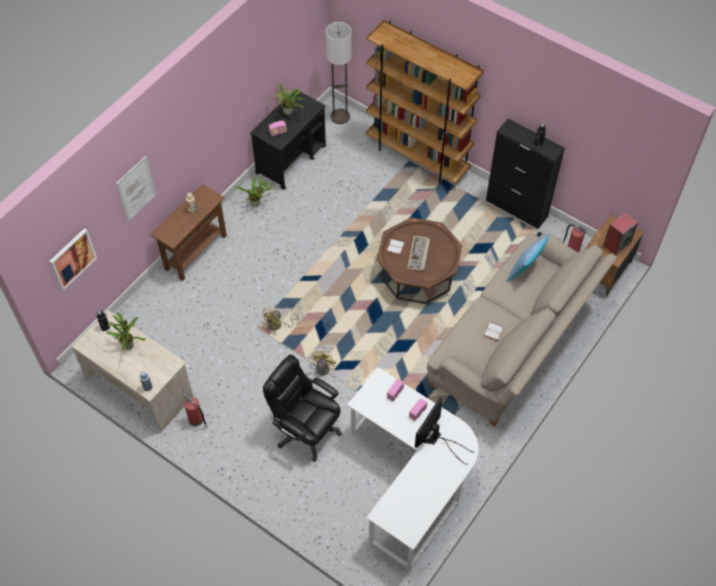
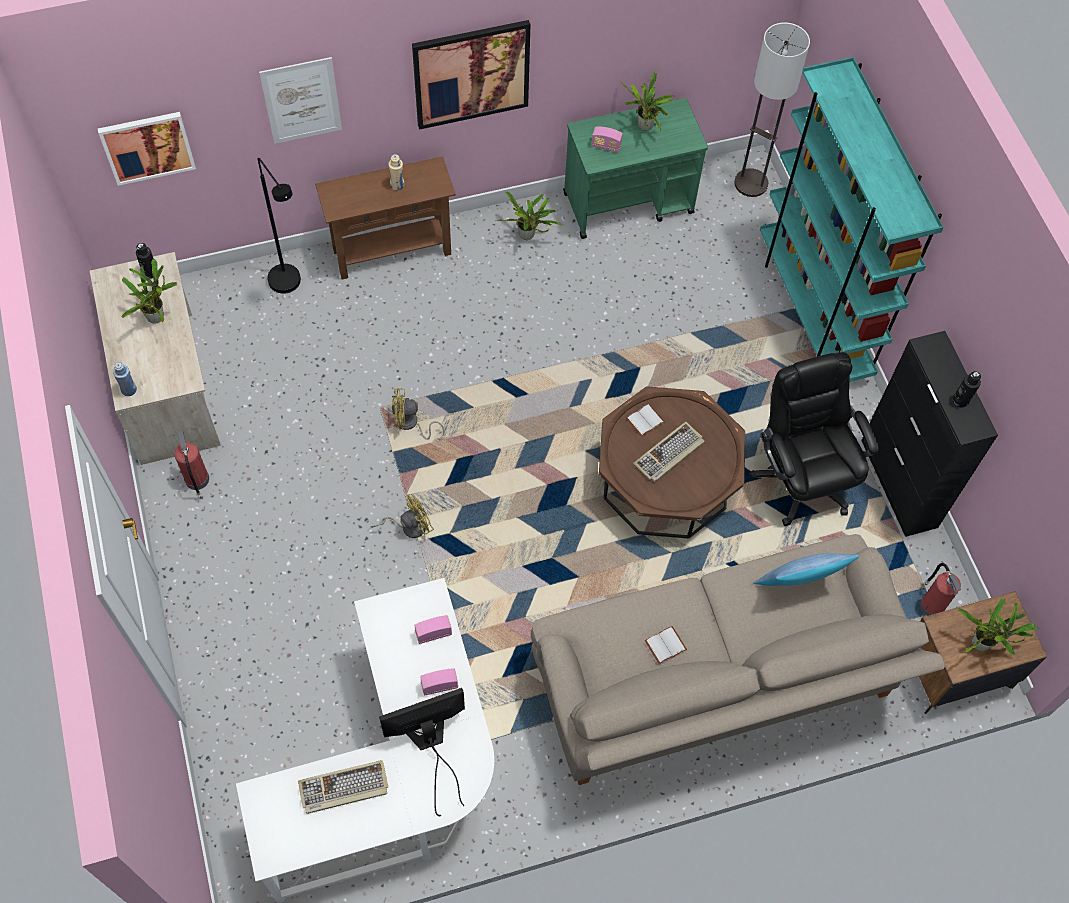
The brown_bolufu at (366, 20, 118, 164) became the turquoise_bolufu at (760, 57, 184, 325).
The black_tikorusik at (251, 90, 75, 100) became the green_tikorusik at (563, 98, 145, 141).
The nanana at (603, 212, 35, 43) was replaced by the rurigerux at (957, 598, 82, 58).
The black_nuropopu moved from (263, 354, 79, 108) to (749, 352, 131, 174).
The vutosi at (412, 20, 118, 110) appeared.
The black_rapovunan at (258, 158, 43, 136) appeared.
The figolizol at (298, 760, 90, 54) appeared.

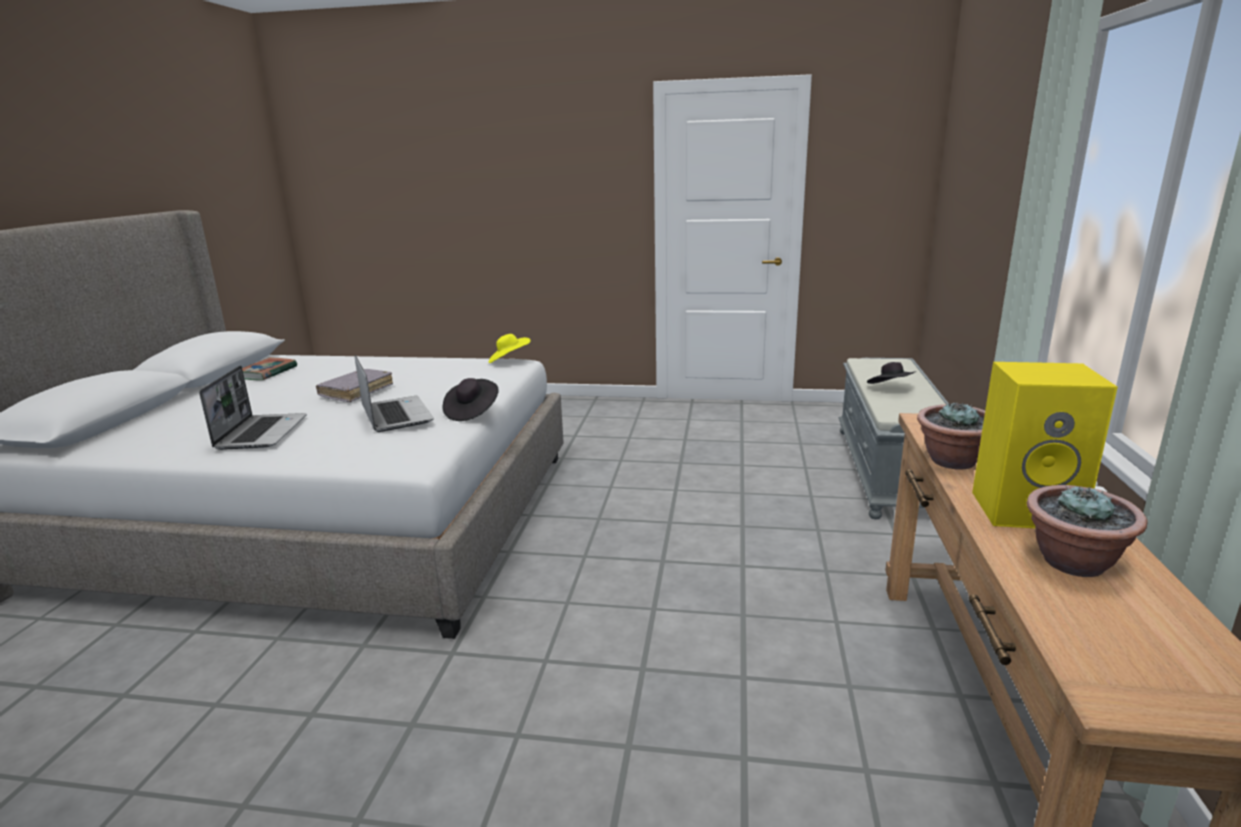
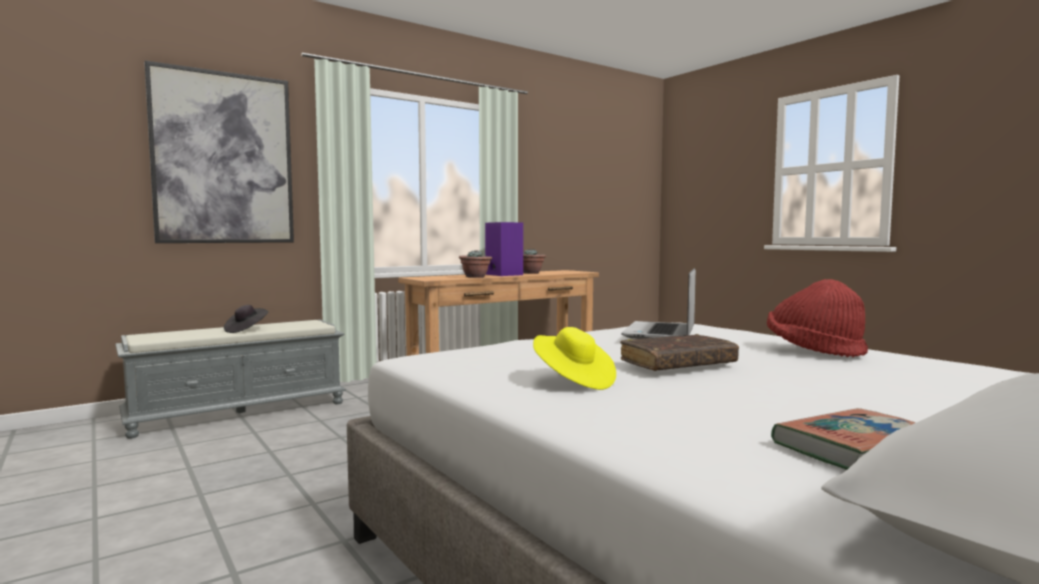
The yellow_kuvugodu moved from (488, 334, 43, 29) to (533, 327, 83, 63).
The yellow_nanana at (972, 362, 146, 166) became the purple_nanana at (485, 222, 38, 54).
The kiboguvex at (199, 366, 108, 84) was replaced by the red_kuvugodu at (767, 279, 101, 78).
The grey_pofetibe at (316, 369, 77, 33) became the brown_pofetibe at (620, 334, 119, 37).
The black_kuvugodu at (442, 378, 57, 43) disappeared.
The vutosi at (144, 60, 150, 183) appeared.

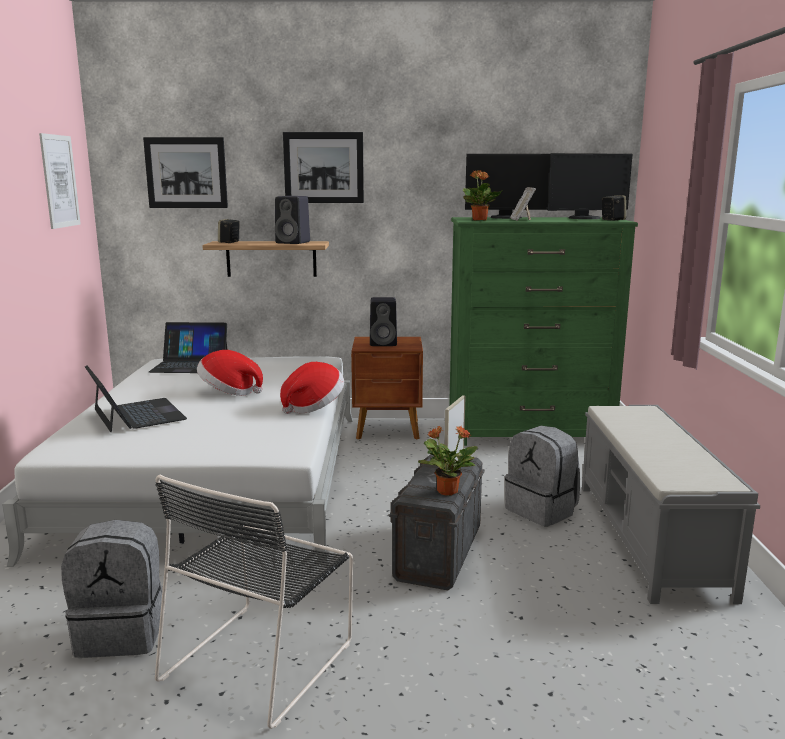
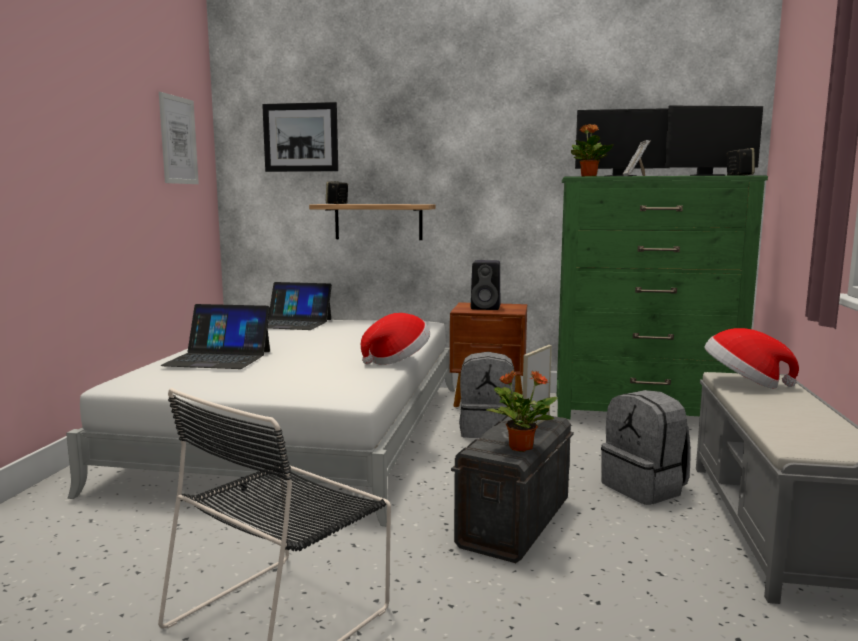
The vutosi at (283, 132, 81, 71) disappeared.
The black_nanana at (275, 196, 35, 48) disappeared.
The kuvugodu moved from (197, 350, 66, 46) to (704, 328, 95, 61).
The kiboguvex at (85, 366, 102, 67) turned 120 degrees clockwise.
The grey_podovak moved from (61, 520, 104, 138) to (459, 352, 56, 86).

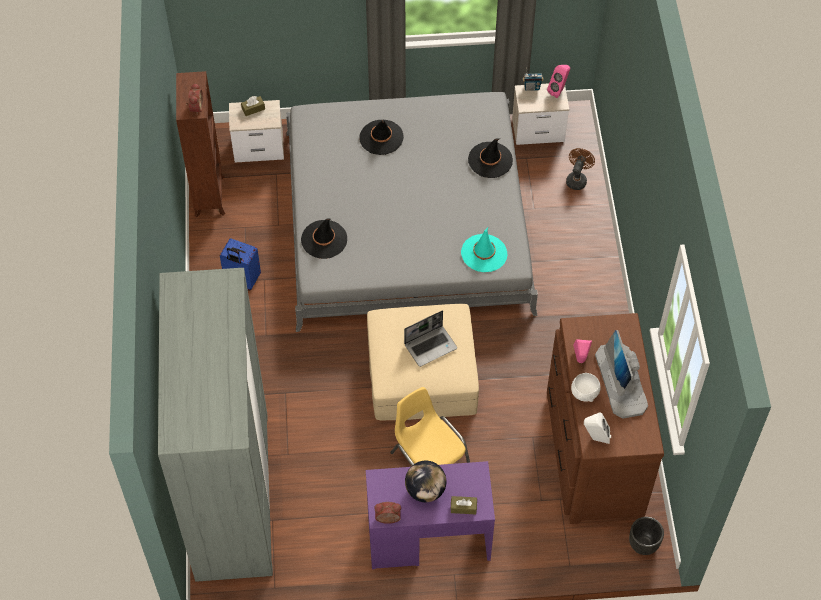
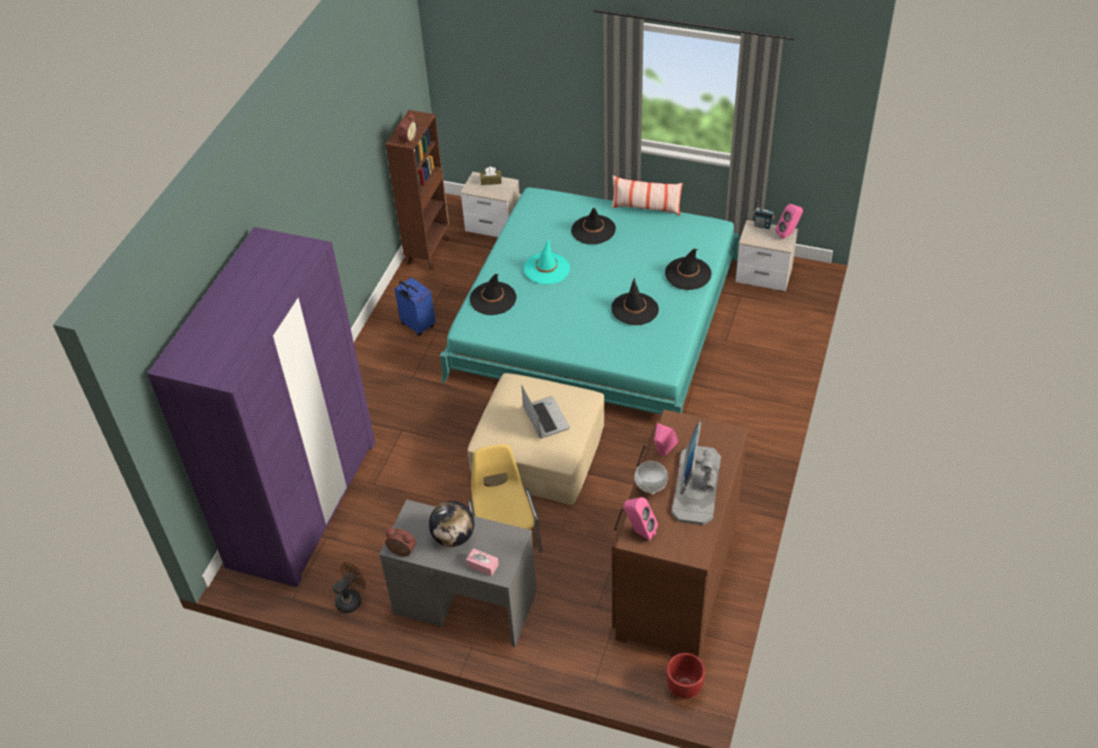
The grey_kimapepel at (286, 92, 252, 240) became the turquoise_kimapepel at (440, 187, 300, 227).
The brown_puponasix moved from (566, 148, 29, 42) to (332, 562, 34, 51).
The turquoise_kuvugodu moved from (461, 227, 46, 45) to (524, 239, 46, 45).
The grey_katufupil at (158, 268, 115, 314) became the purple_katufupil at (147, 227, 228, 360).
The kiboguvex at (404, 310, 53, 57) turned 105 degrees counterclockwise.
The white_nanana at (584, 412, 27, 32) became the pink_nanana at (624, 497, 34, 43).
The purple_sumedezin at (366, 461, 129, 108) became the grey_sumedezin at (379, 500, 158, 147).
The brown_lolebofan at (451, 496, 26, 18) became the pink_lolebofan at (466, 548, 33, 28).
The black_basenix at (629, 517, 35, 38) became the red_basenix at (666, 653, 39, 46).
The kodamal at (611, 175, 72, 40) appeared.
The black_kuvugodu at (611, 278, 48, 47) appeared.

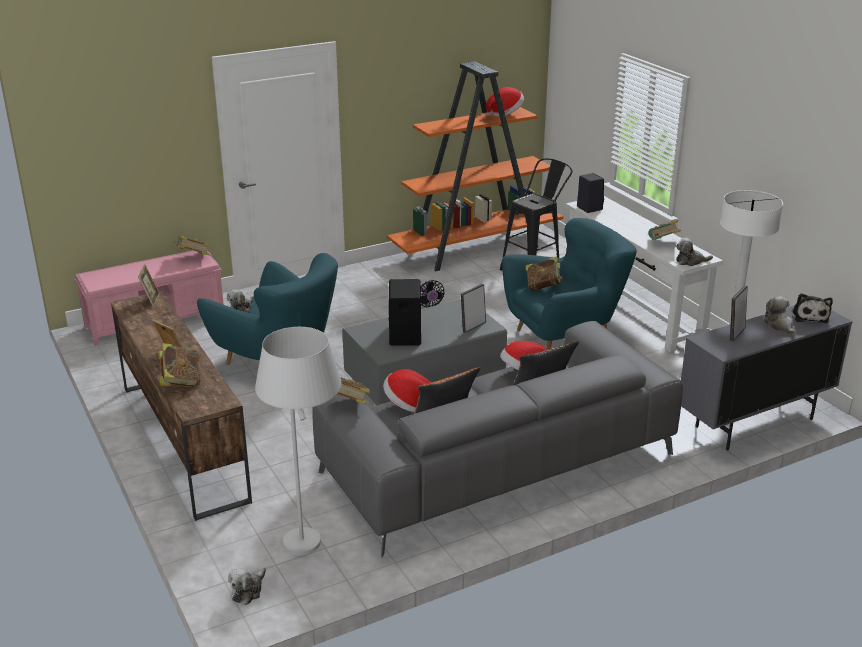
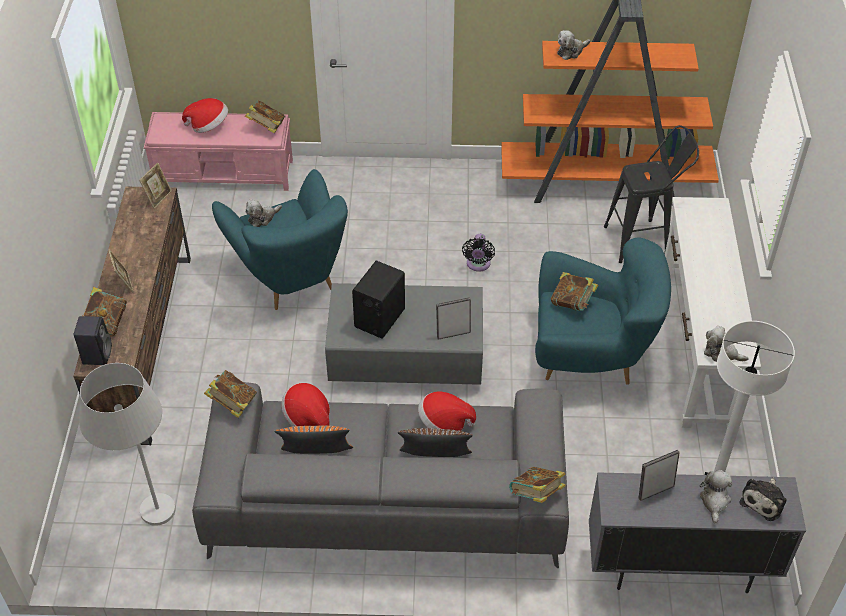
The kuvugodu moved from (486, 87, 38, 30) to (182, 98, 46, 35).
The black_nanana moved from (577, 173, 27, 40) to (74, 316, 38, 49).
The pofetibe moved from (648, 220, 33, 20) to (509, 467, 57, 36).
The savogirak moved from (228, 568, 38, 37) to (557, 30, 33, 30).

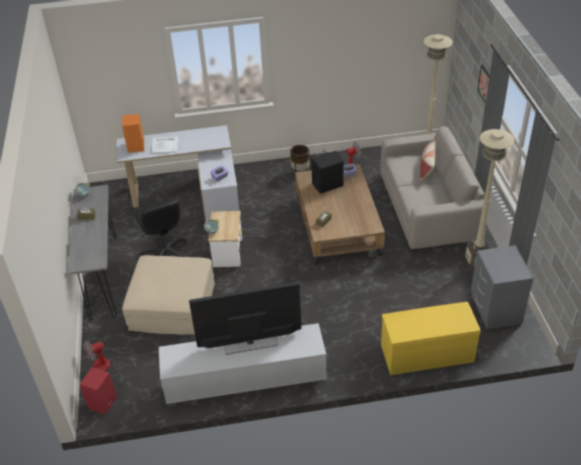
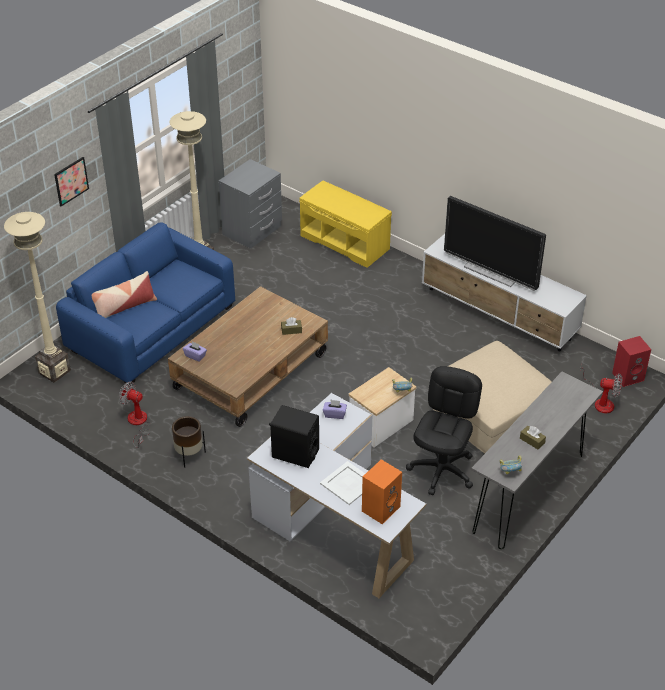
The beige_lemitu at (380, 126, 105, 125) became the blue_lemitu at (56, 223, 179, 163).
The black_nanana moved from (311, 151, 33, 43) to (269, 405, 50, 63).

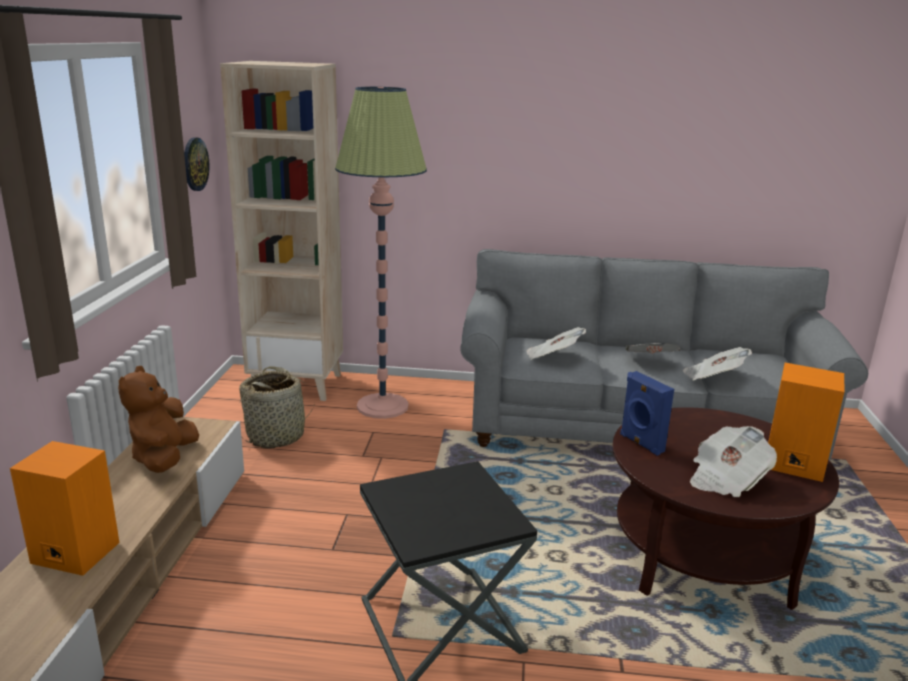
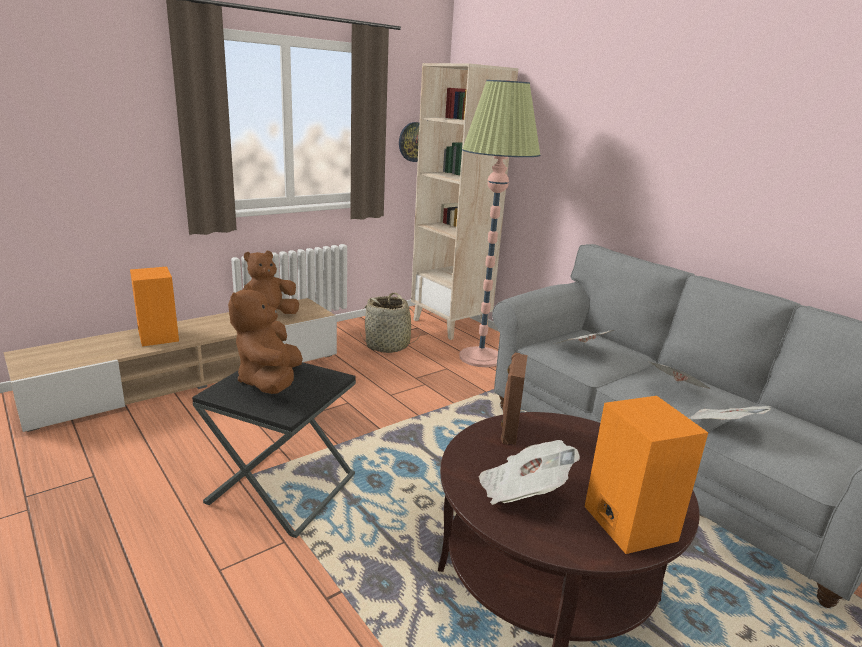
The blue_nanana at (620, 371, 54, 85) became the brown_nanana at (501, 353, 27, 92).
The brown_savogirak at (228, 284, 75, 110) appeared.

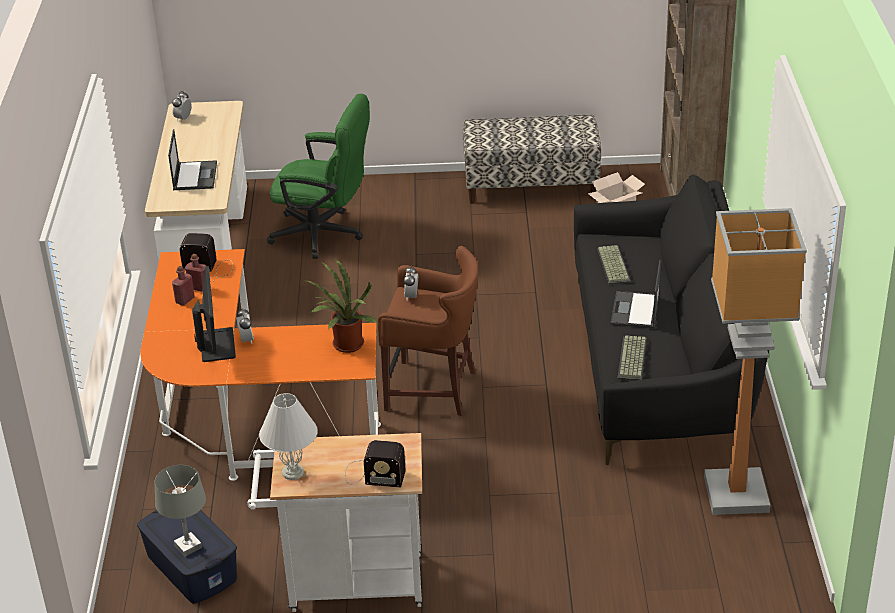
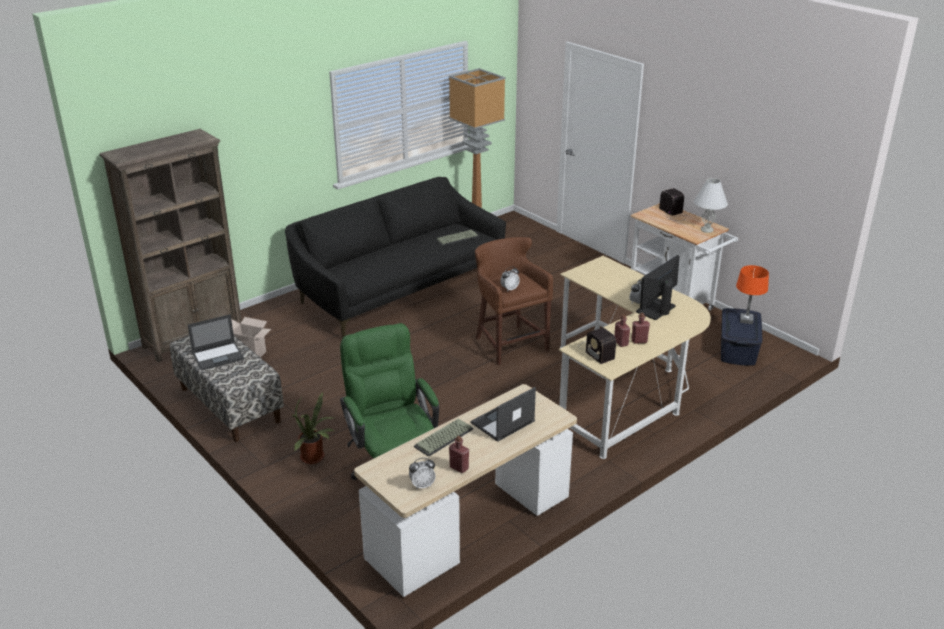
The figolizol moved from (597, 245, 34, 40) to (414, 418, 59, 39).
The orange_sumedezin at (140, 249, 241, 232) became the beige_sumedezin at (559, 256, 152, 203).
The rurigerux moved from (306, 258, 71, 95) to (292, 392, 42, 72).
The kiboguvex moved from (611, 260, 50, 68) to (188, 314, 56, 56).
The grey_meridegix at (155, 465, 51, 92) became the orange_meridegix at (736, 265, 33, 59).
The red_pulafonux at (449, 436, 20, 37) appeared.

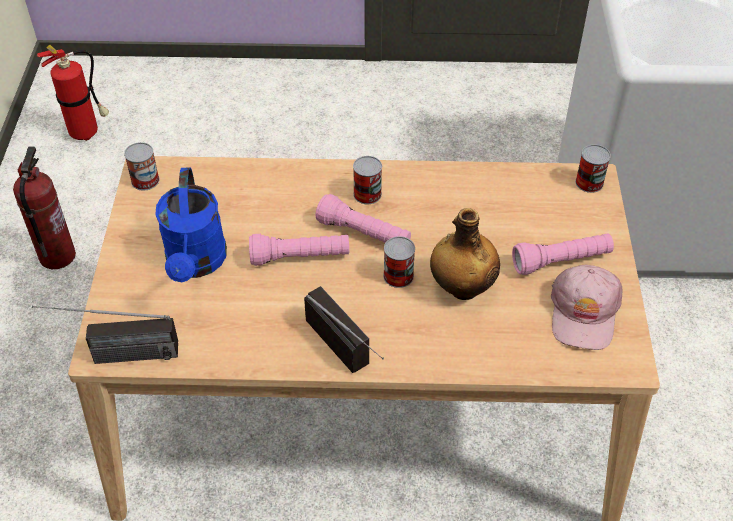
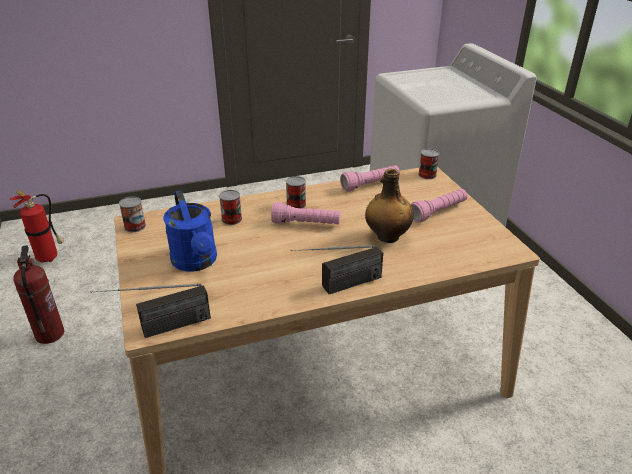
The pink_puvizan moved from (249, 234, 100, 32) to (340, 165, 60, 27).
The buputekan moved from (383, 236, 32, 52) to (219, 190, 23, 35).
The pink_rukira at (551, 265, 72, 85) disappeared.
The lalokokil at (304, 286, 80, 87) turned 120 degrees clockwise.

